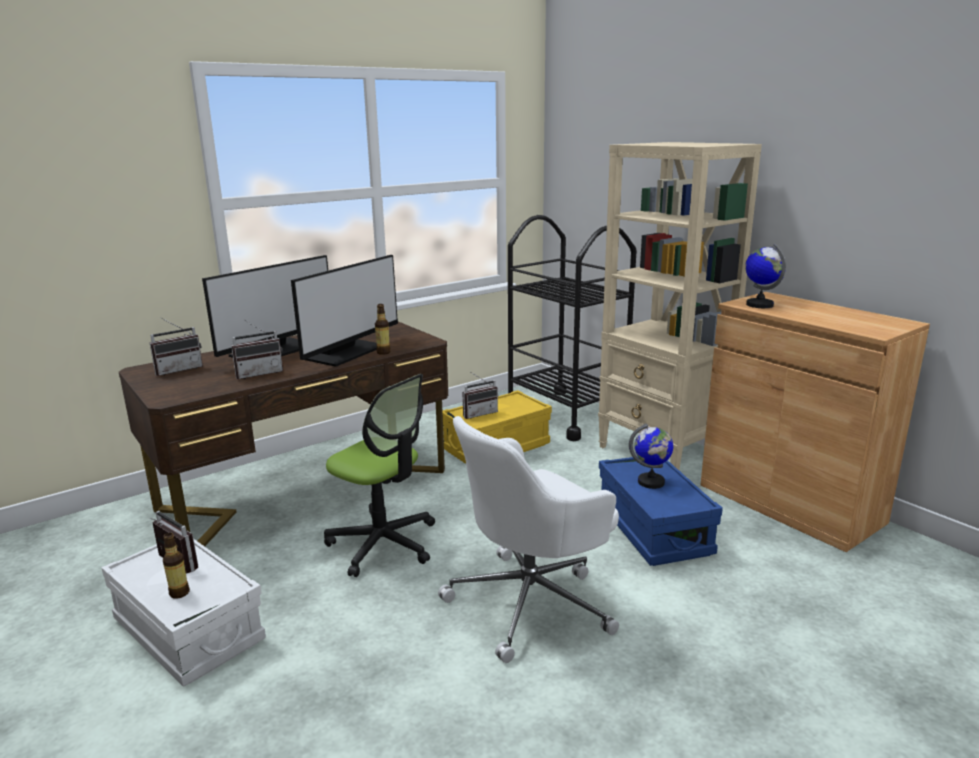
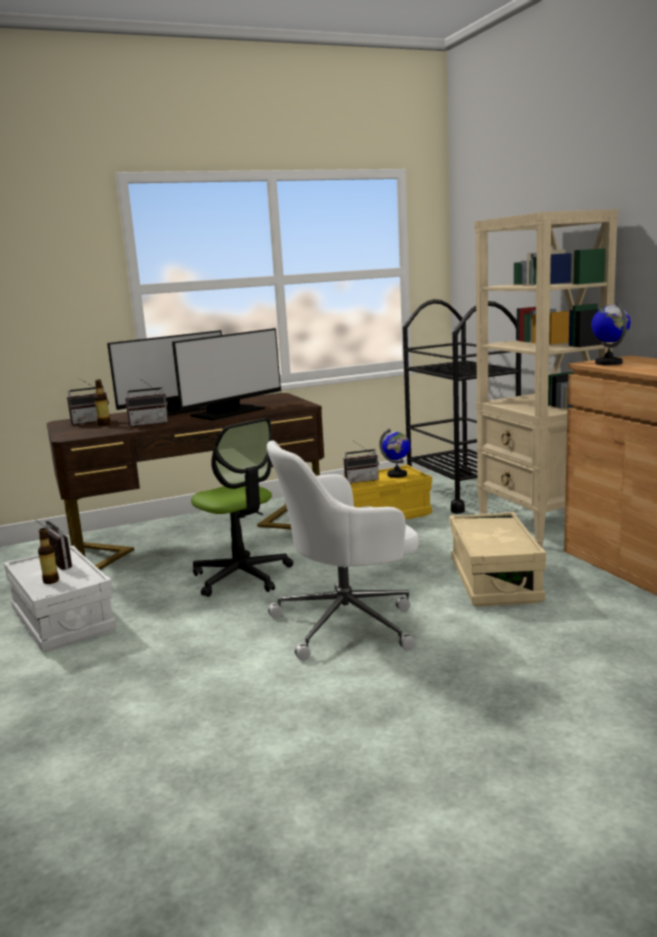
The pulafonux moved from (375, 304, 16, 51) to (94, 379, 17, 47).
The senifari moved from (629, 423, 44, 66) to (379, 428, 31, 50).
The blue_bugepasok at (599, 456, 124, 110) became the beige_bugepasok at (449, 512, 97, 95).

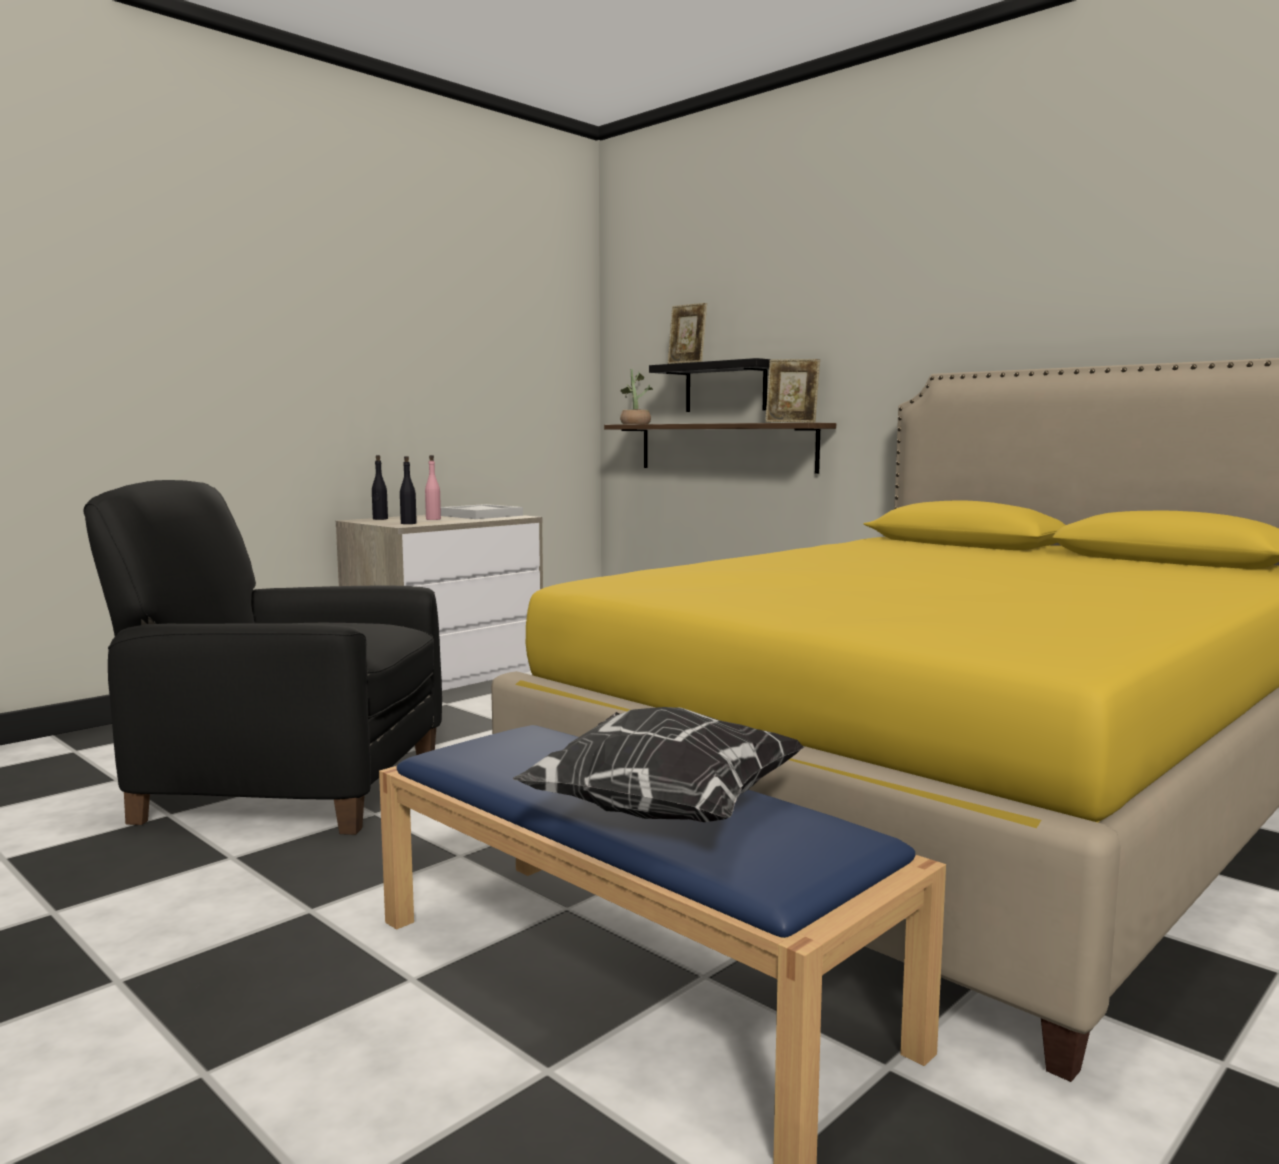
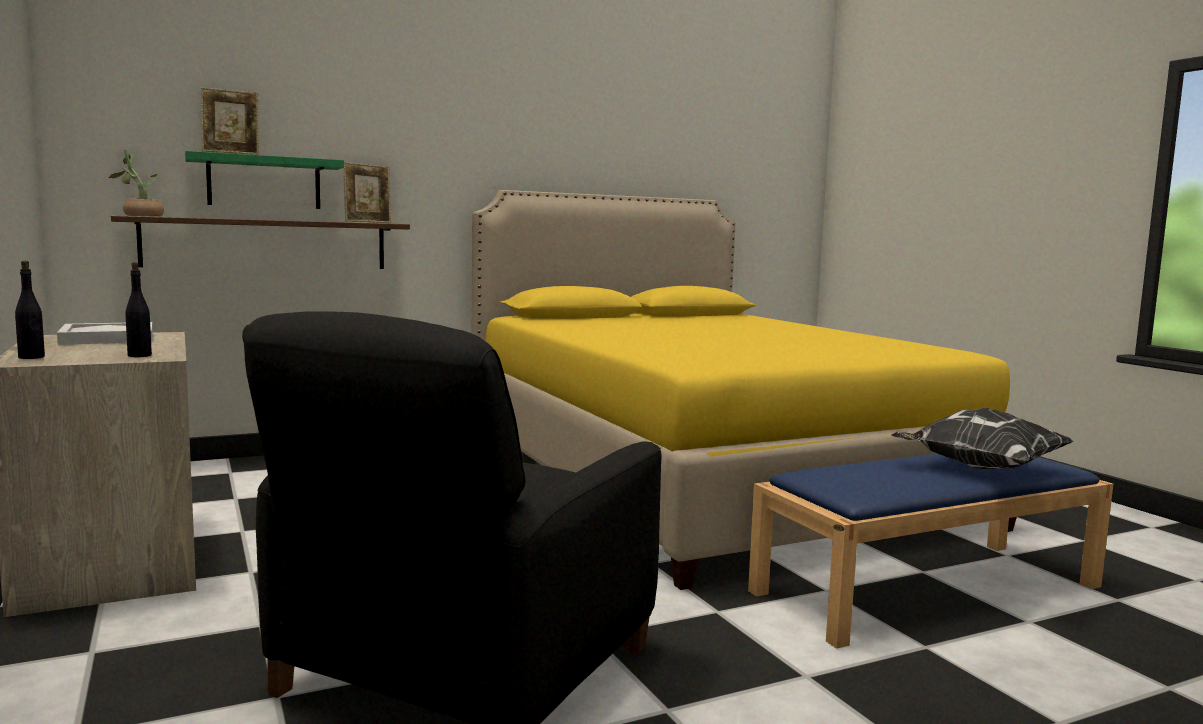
The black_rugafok at (649, 358, 124, 54) became the green_rugafok at (185, 151, 159, 58).
The pink_pulafonux at (425, 455, 16, 65) disappeared.

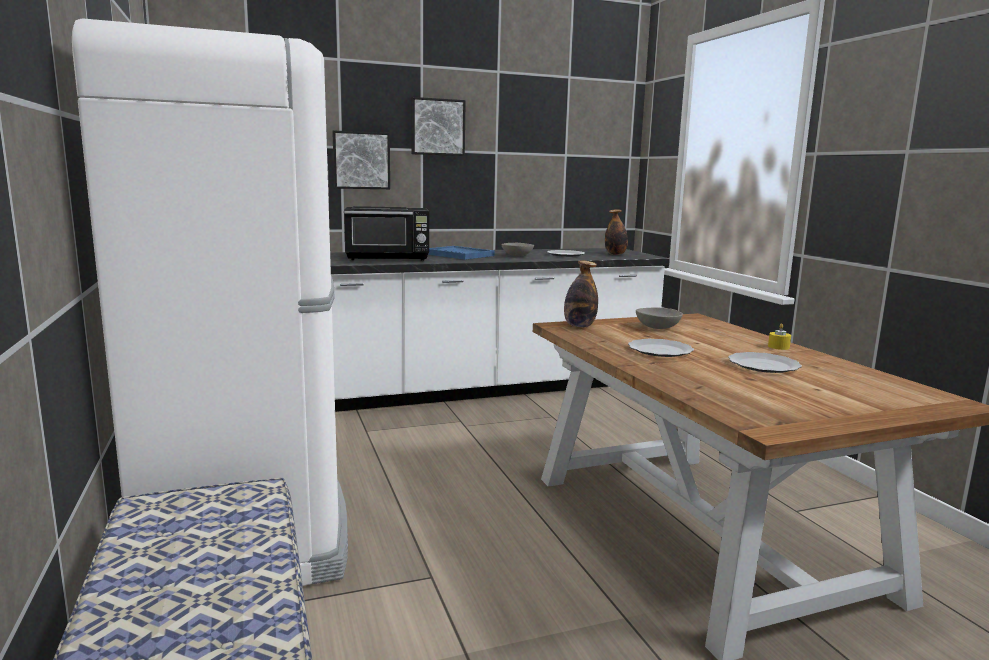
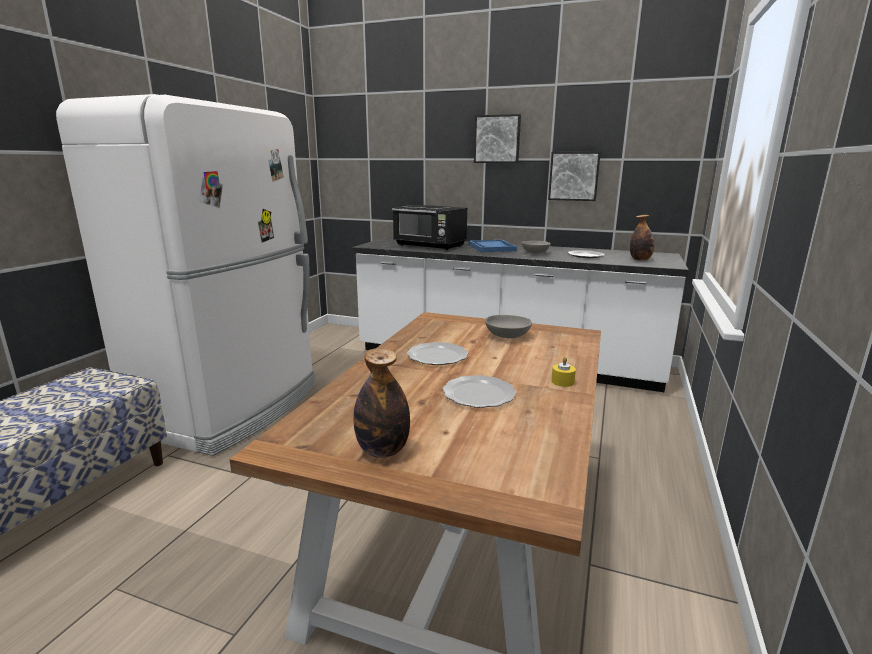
The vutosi moved from (332, 130, 58, 59) to (548, 152, 53, 49).
The pulafonux moved from (564, 260, 34, 68) to (353, 348, 57, 110).

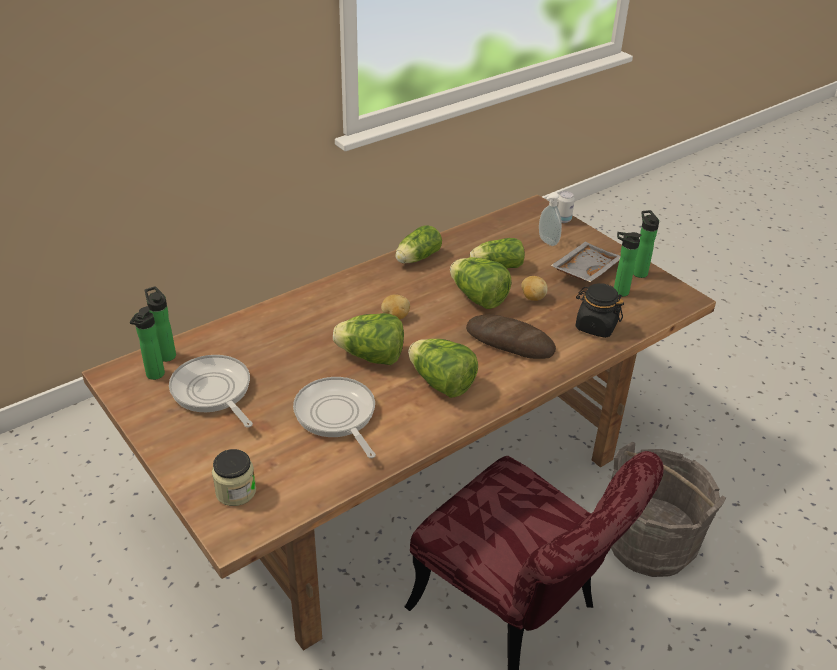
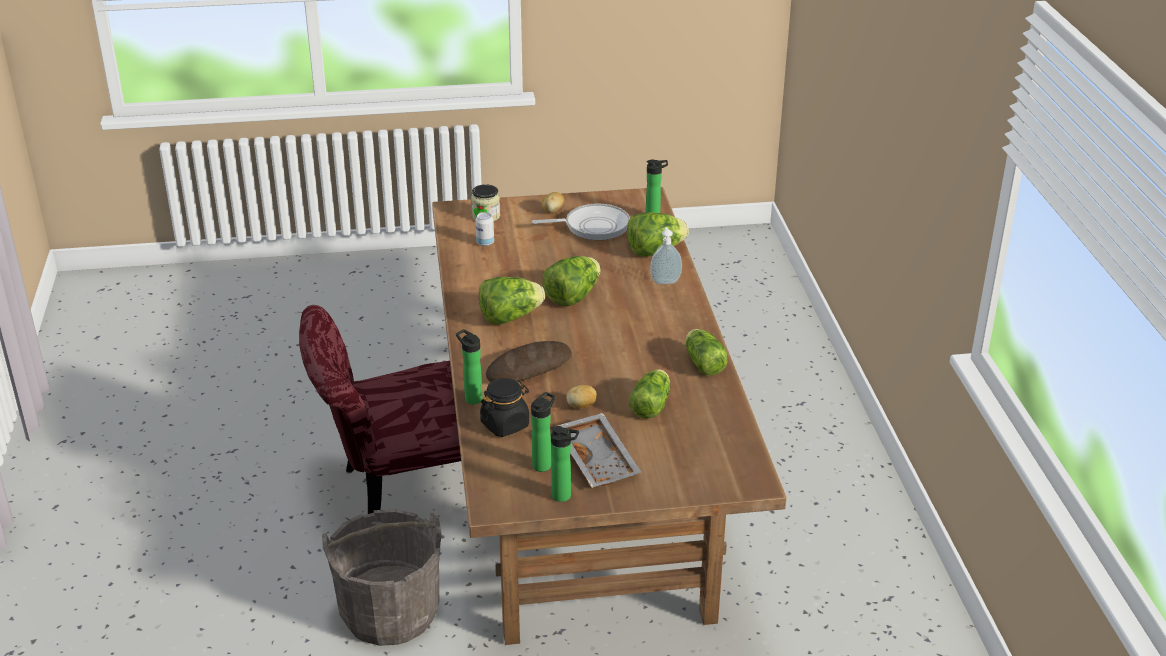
The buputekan moved from (557, 191, 18, 32) to (475, 212, 19, 34).
The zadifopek moved from (539, 192, 23, 54) to (650, 227, 32, 57).
The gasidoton moved from (450, 257, 62, 52) to (627, 212, 62, 45).
The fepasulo moved from (381, 294, 29, 25) to (541, 192, 23, 21).
The pulafonux moved from (130, 306, 35, 74) to (456, 329, 27, 75).
The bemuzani at (293, 377, 83, 81) disappeared.

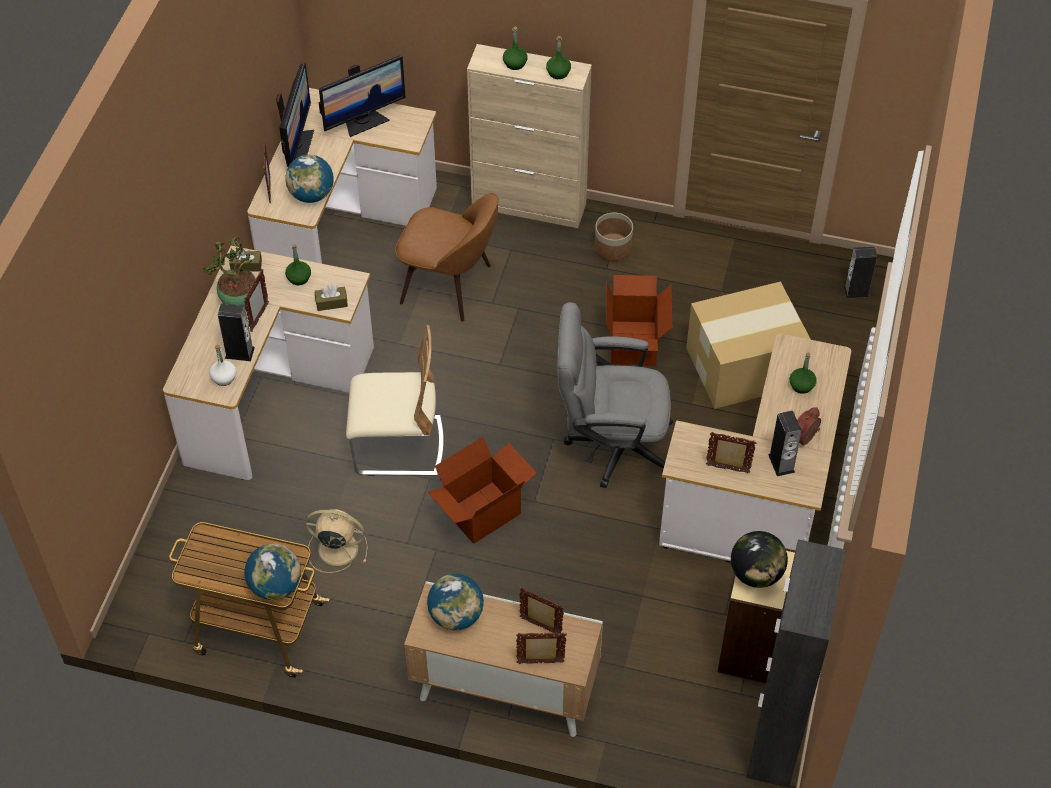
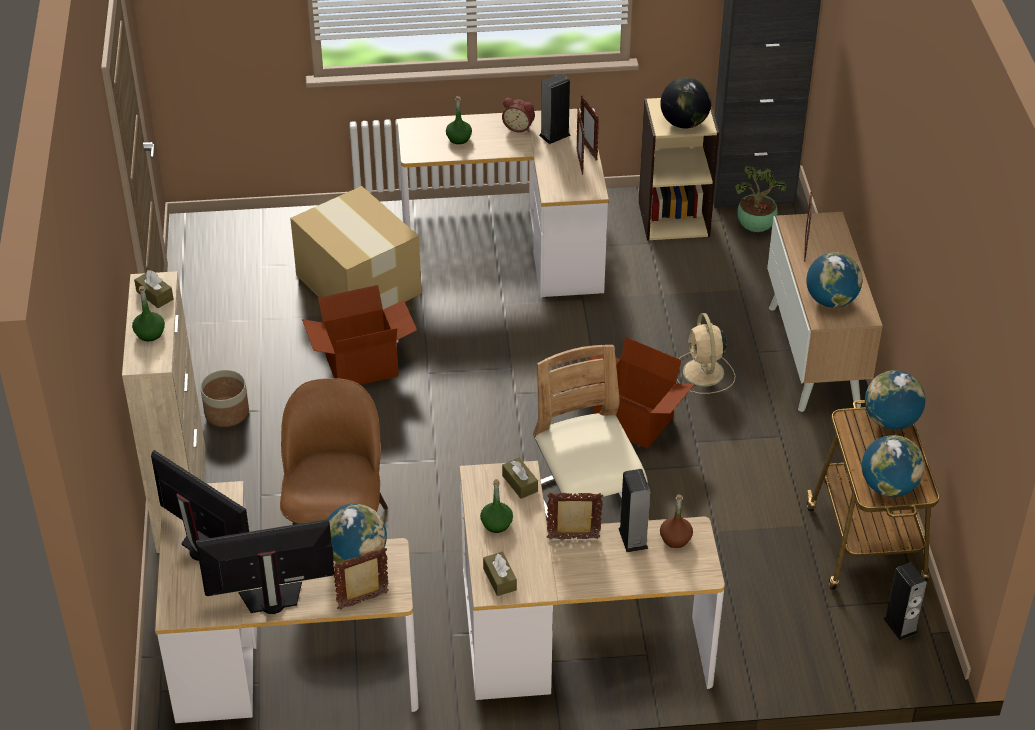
The green_pulafonux at (546, 36, 25, 43) was replaced by the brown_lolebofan at (134, 270, 40, 38).
The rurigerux moved from (203, 237, 53, 69) to (735, 166, 51, 66).
The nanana moved from (843, 246, 34, 52) to (883, 562, 44, 78).
The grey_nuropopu at (557, 302, 116, 186) disappeared.
The white_pulafonux at (209, 345, 27, 41) became the brown_pulafonux at (660, 494, 33, 54).
The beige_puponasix moved from (305, 509, 63, 64) to (677, 313, 58, 81).
The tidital moved from (516, 632, 51, 32) to (580, 95, 19, 66).
The senifari at (862, 435, 63, 62) appeared.

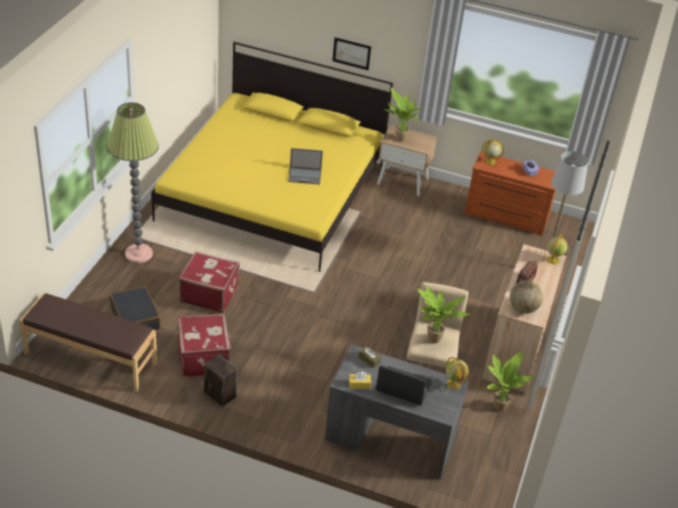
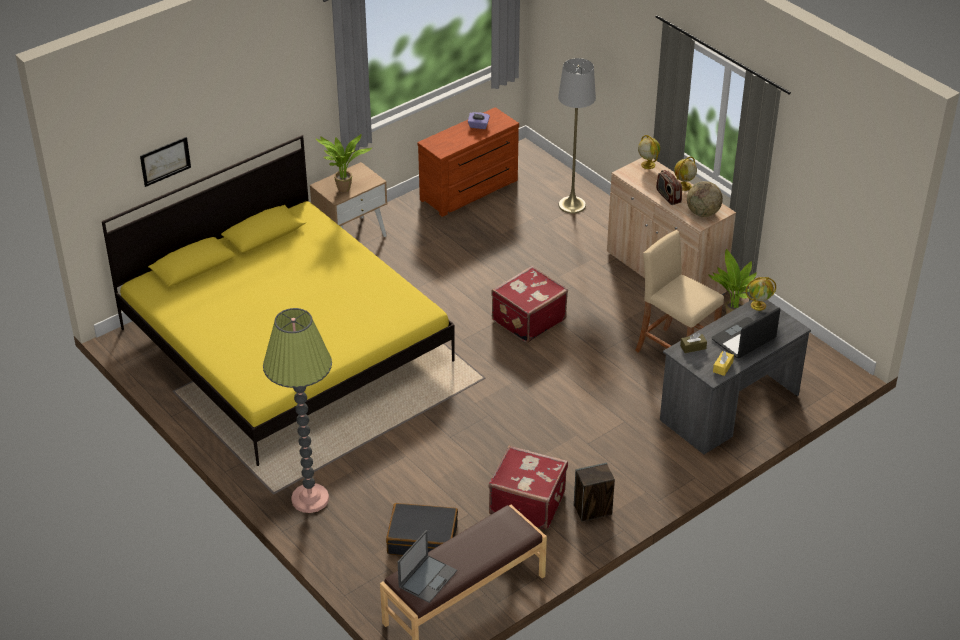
The vutosi moved from (332, 37, 39, 33) to (140, 137, 51, 50).
The senifari moved from (482, 139, 22, 26) to (674, 157, 23, 34).
The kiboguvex moved from (288, 148, 35, 37) to (398, 530, 59, 73).
The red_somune moved from (179, 251, 61, 62) to (491, 266, 77, 77).
The rurigerux at (418, 285, 52, 58) disappeared.

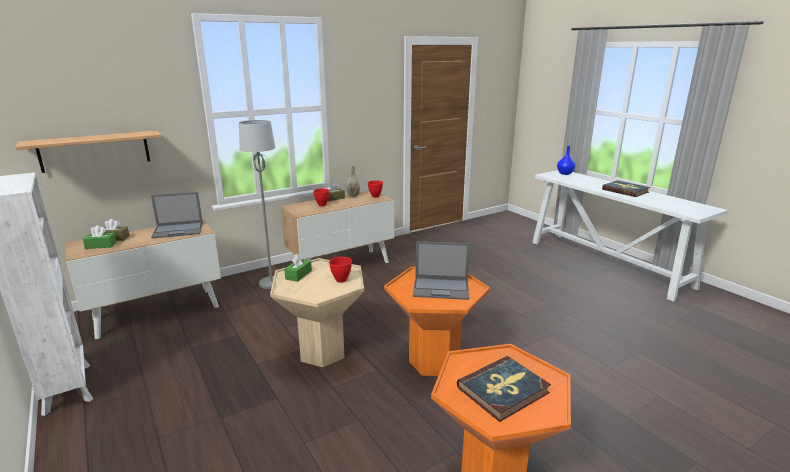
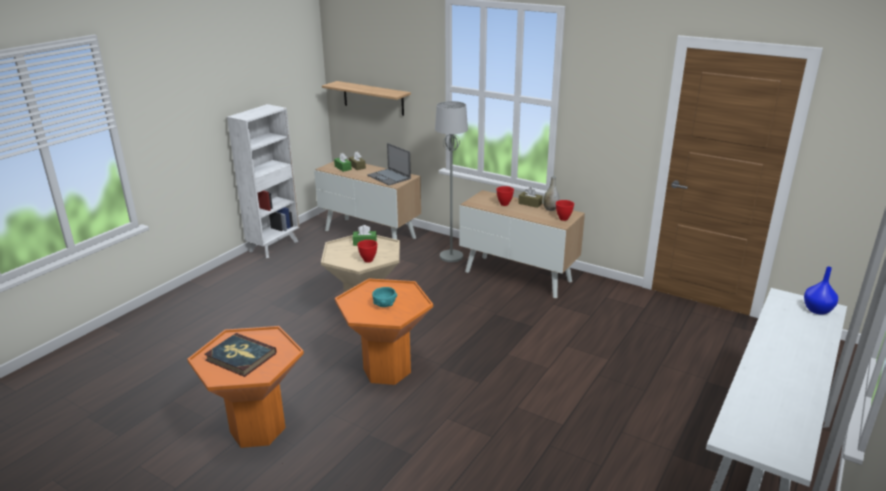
The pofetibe at (602, 180, 48, 17) disappeared.
The kiboguvex at (413, 241, 57, 59) was replaced by the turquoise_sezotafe at (372, 287, 25, 20).

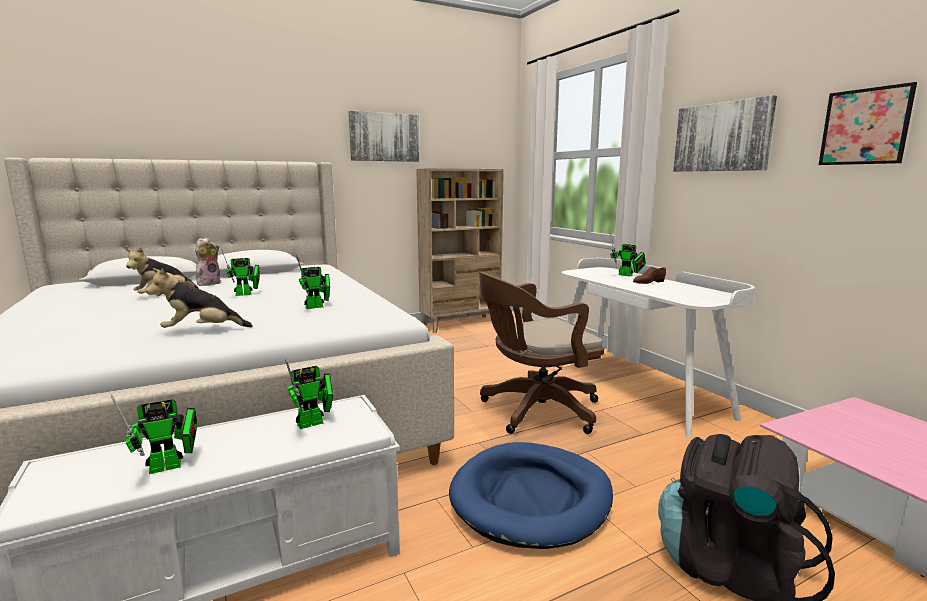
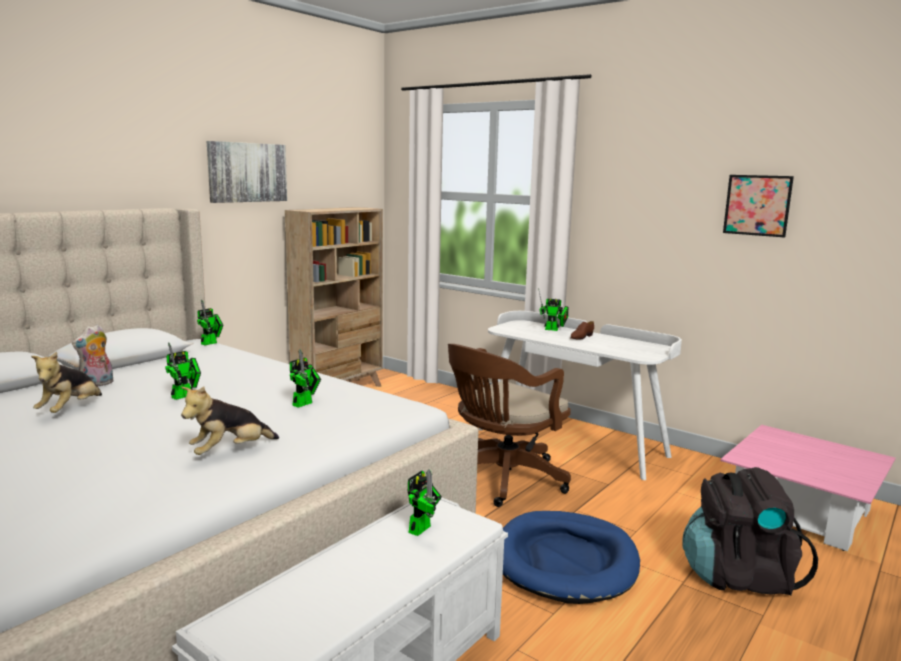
The vutosi at (673, 95, 104, 77) disappeared.
The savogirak at (195, 238, 26, 48) turned 150 degrees counterclockwise.
The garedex moved from (111, 395, 86, 79) to (197, 300, 26, 45).

